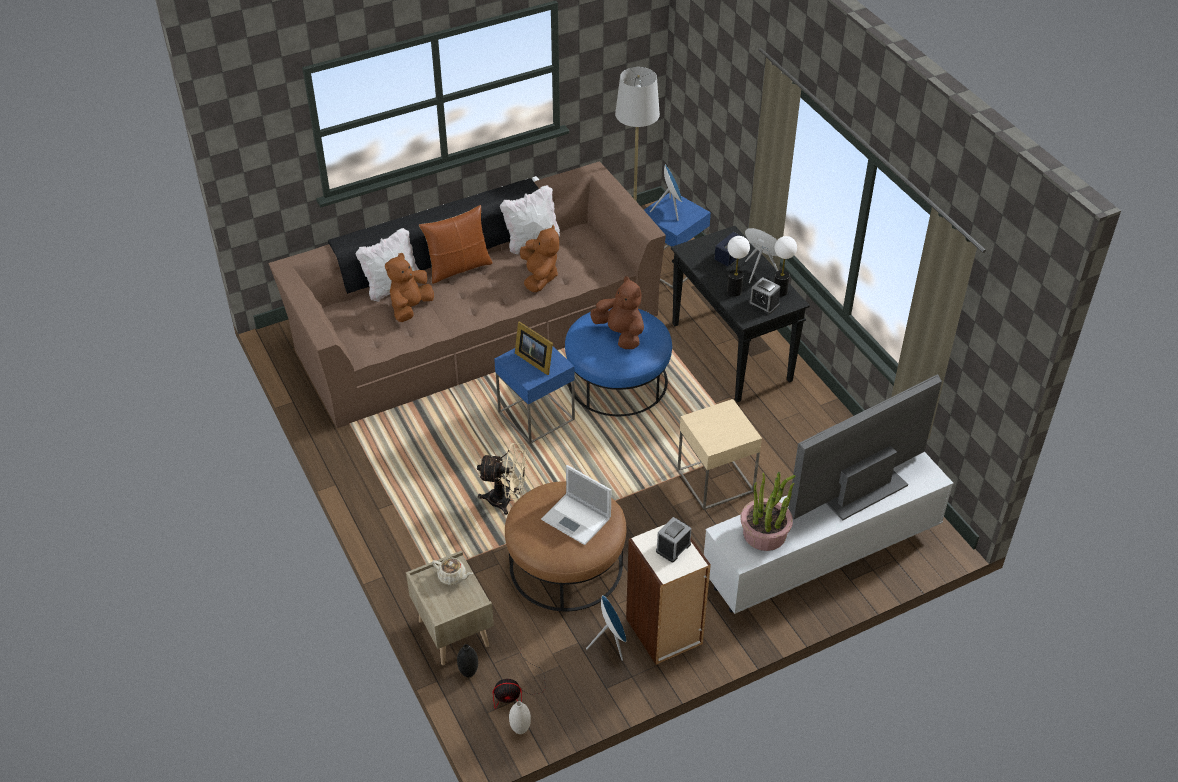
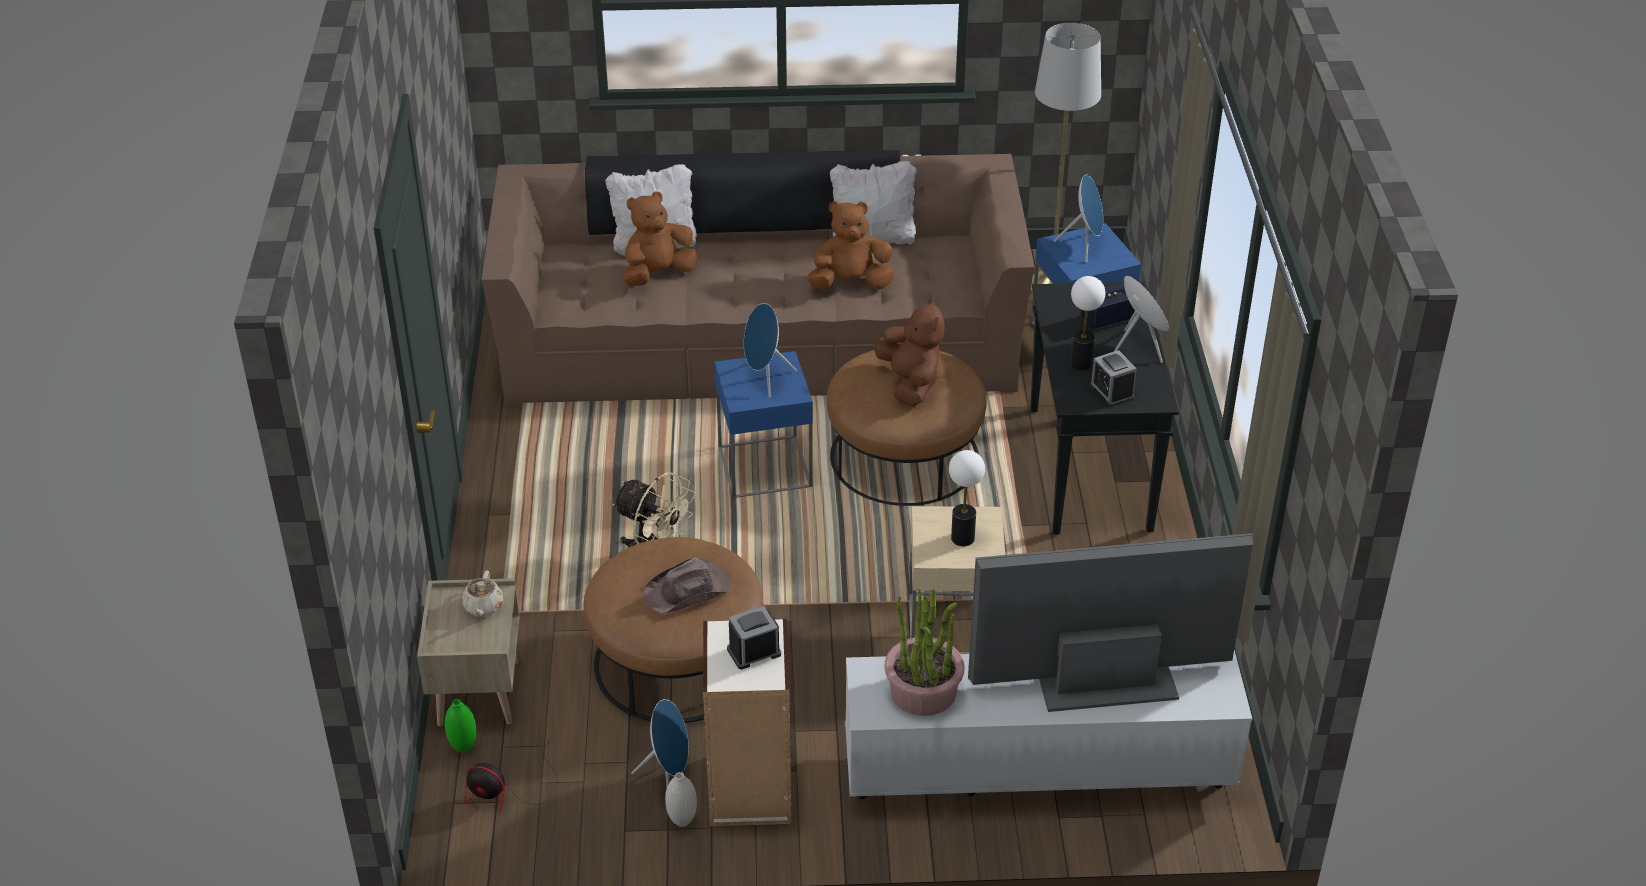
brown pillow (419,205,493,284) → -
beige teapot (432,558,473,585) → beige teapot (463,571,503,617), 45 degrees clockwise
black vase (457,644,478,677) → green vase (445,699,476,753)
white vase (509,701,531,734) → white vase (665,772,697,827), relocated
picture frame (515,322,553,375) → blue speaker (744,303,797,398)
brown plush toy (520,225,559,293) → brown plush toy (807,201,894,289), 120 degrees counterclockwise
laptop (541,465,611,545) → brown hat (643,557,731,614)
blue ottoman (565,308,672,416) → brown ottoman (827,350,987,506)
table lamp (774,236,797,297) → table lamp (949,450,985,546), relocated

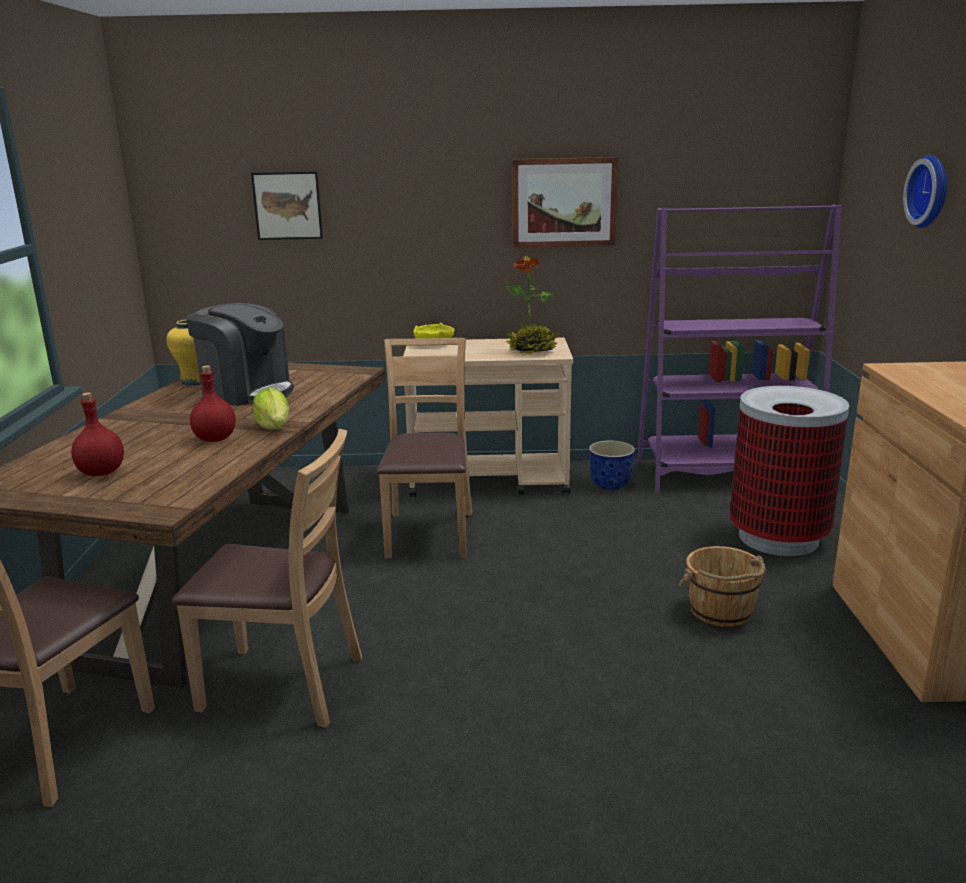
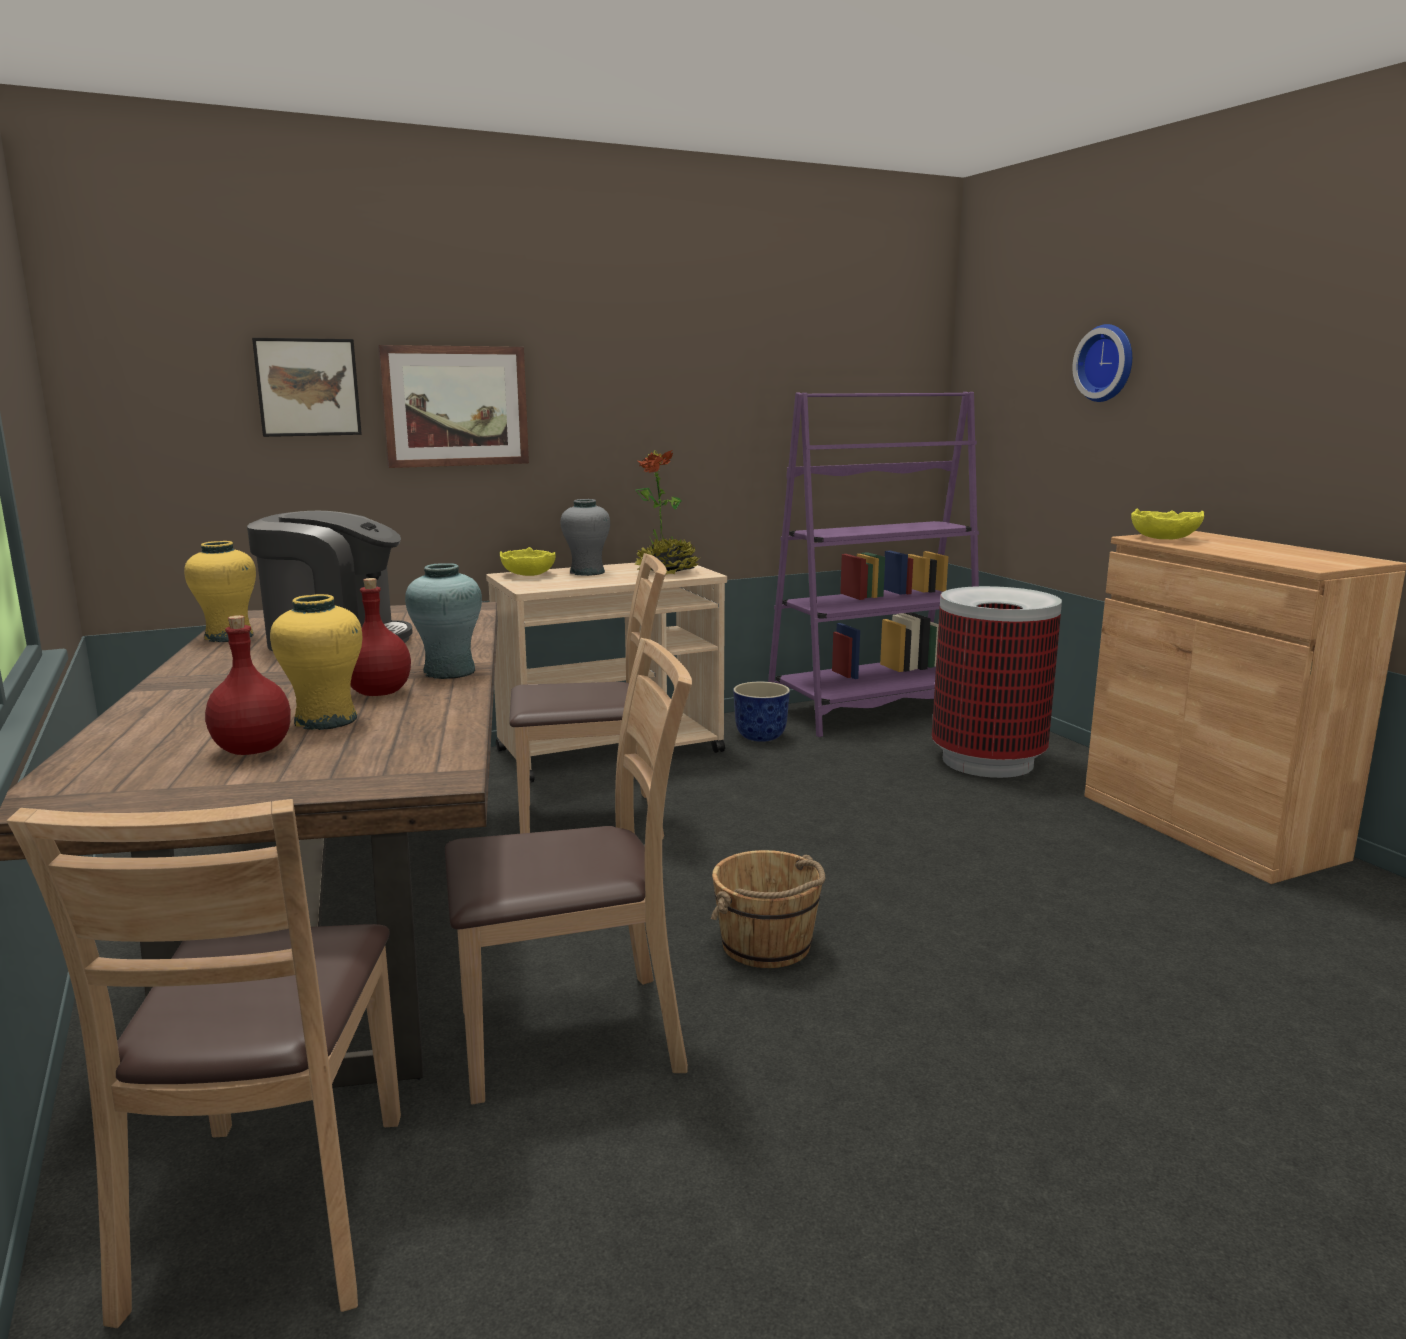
lettuce (253,388,289,430) → turquoise vase (405,563,482,679)
brown chair (377,338,472,558) → brown chair (509,553,667,840), 105 degrees clockwise
picture (512,157,618,248) → picture (378,345,529,468), relocated
brown bucket (678,546,767,627) → brown bucket (711,850,825,968), relocated
- → yellow vase (270,594,362,730)
- → grey vase (561,499,610,576)
- → yellow bowl (1131,509,1204,539)

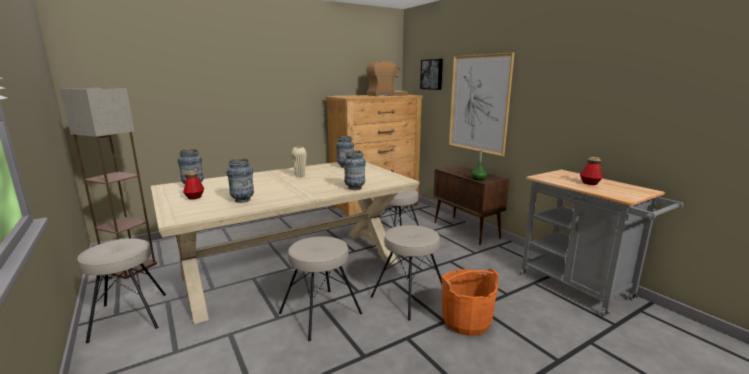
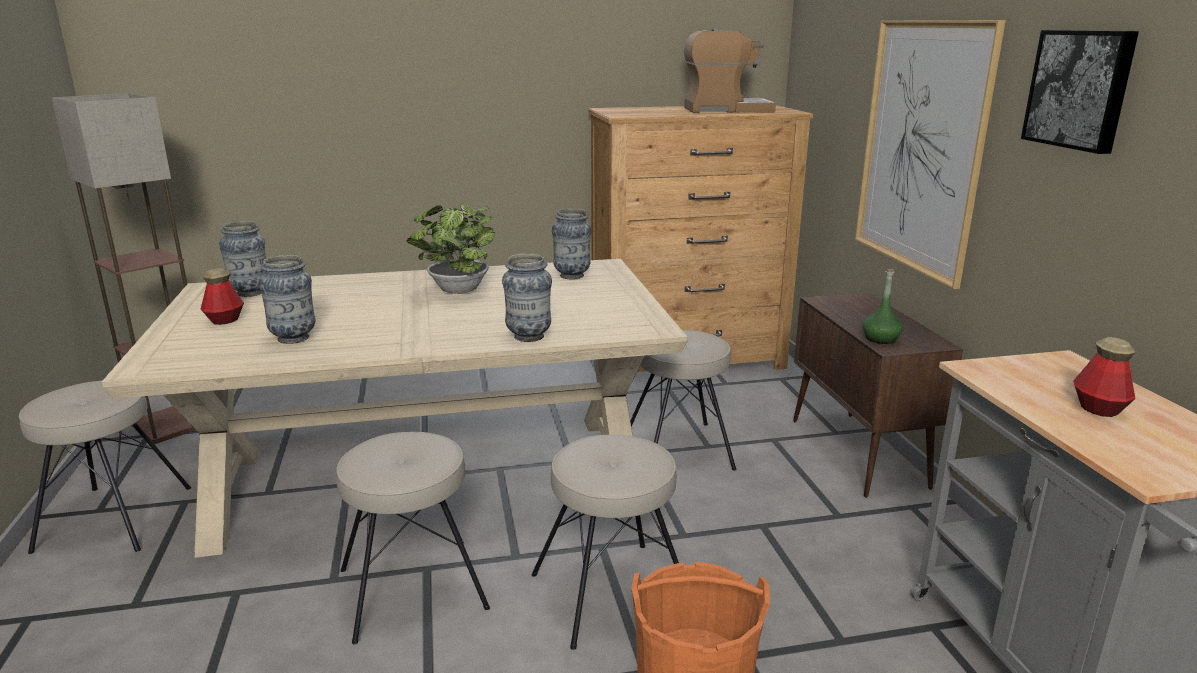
beige vase (291,147,307,178) → potted plant (407,204,495,294)
picture (420,59,443,90) → picture (1021,30,1139,154), relocated

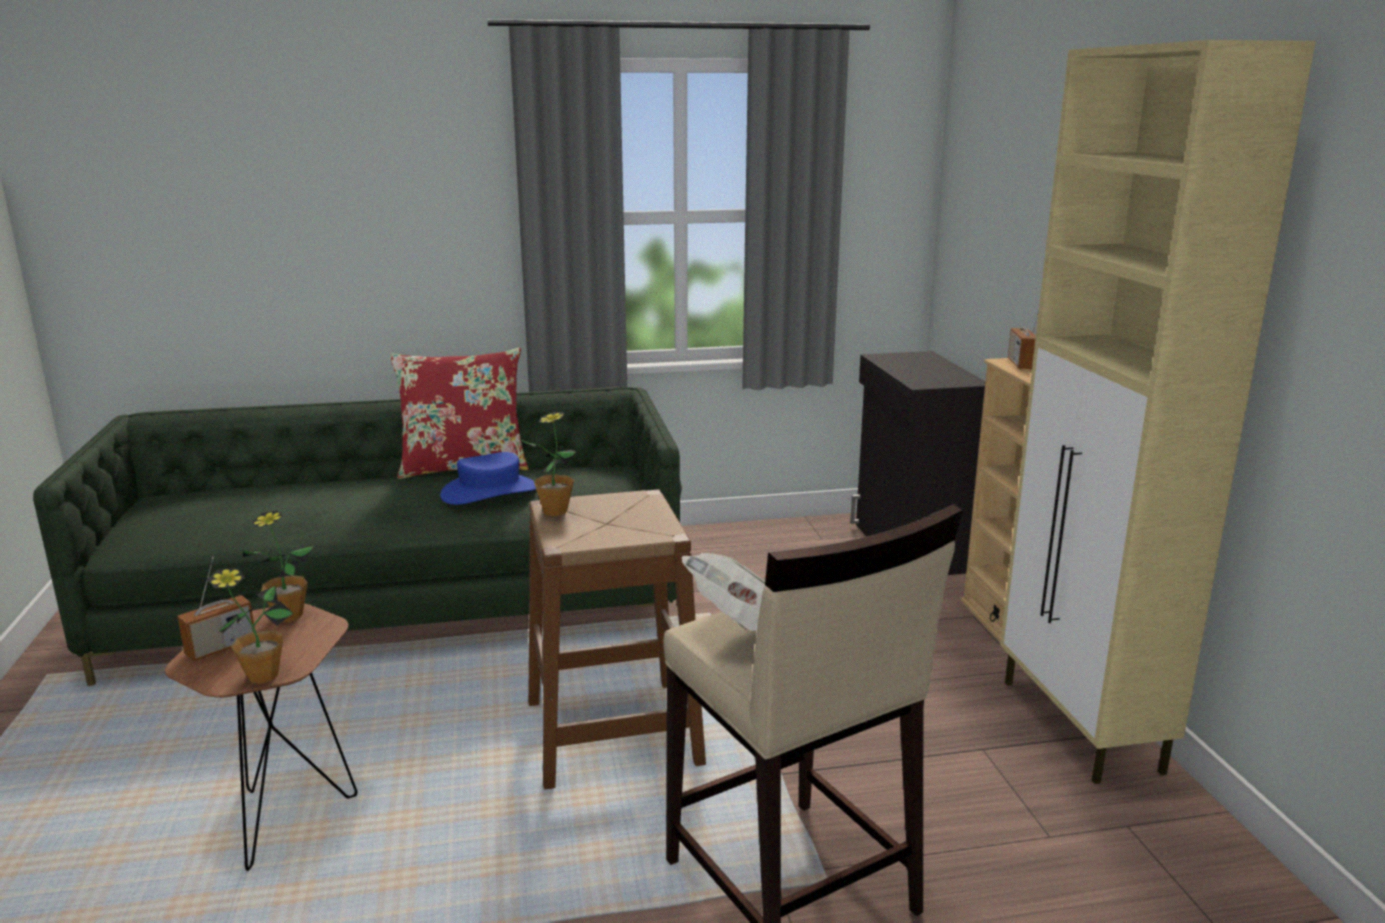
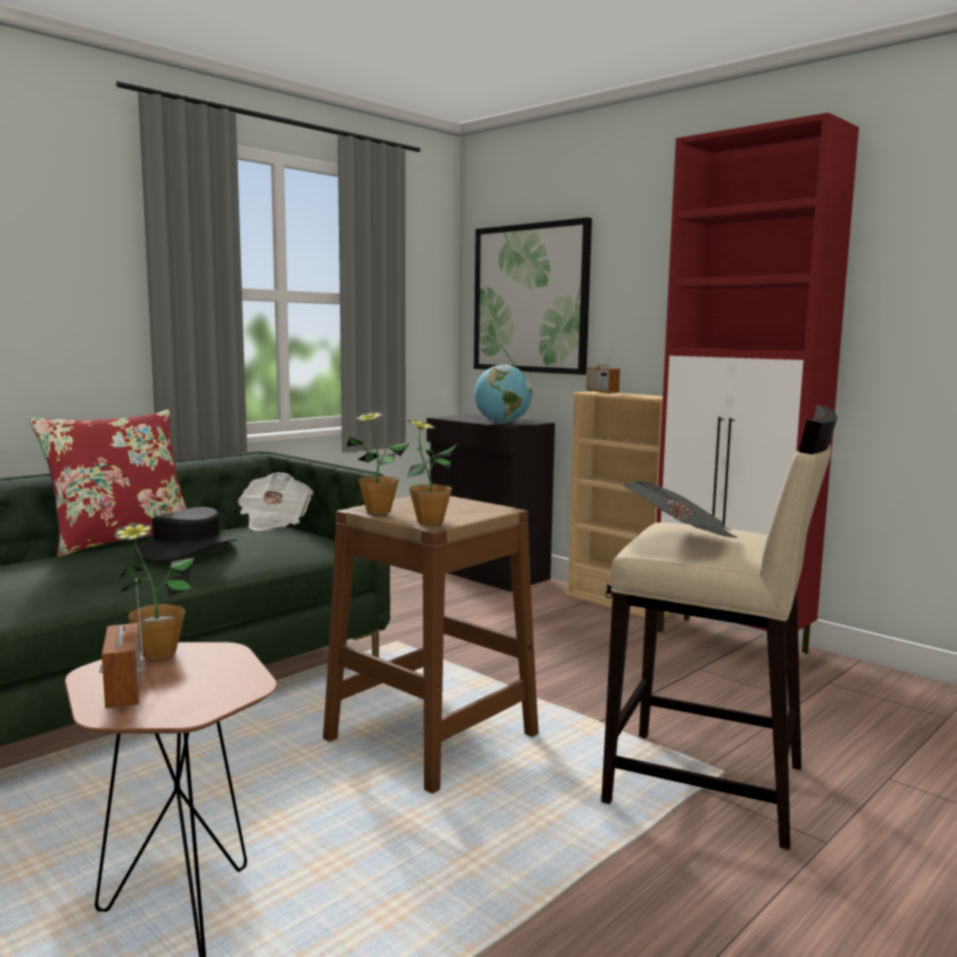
radio (177,557,255,661) → radio (99,579,143,708), 150 degrees clockwise
potted plant (207,568,294,684) → potted plant (407,420,457,525), relocated
blue hat (440,452,536,505) → black hat (135,507,237,562)
beige cabinet (1000,40,1316,784) → red cabinet (656,112,859,653)
- → newspaper (238,473,314,531)
- → picture (474,217,592,375)
- → globe (474,365,532,424)

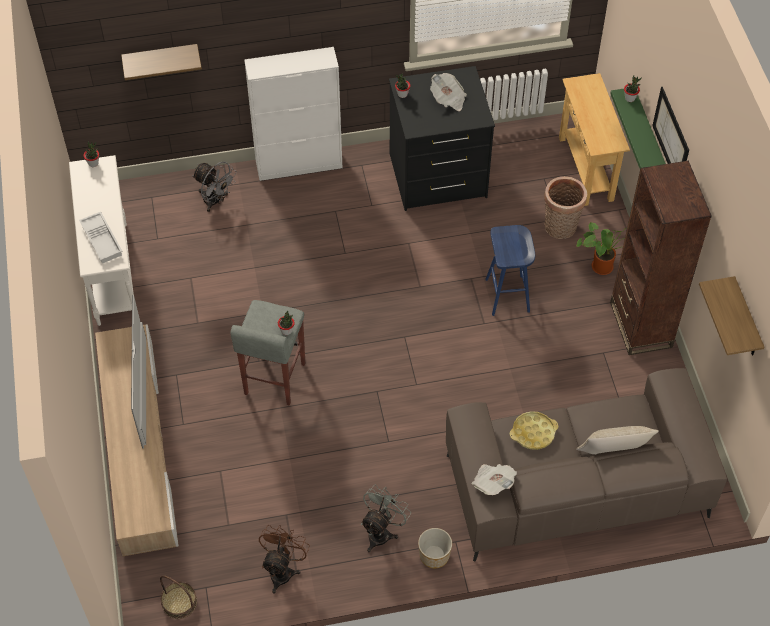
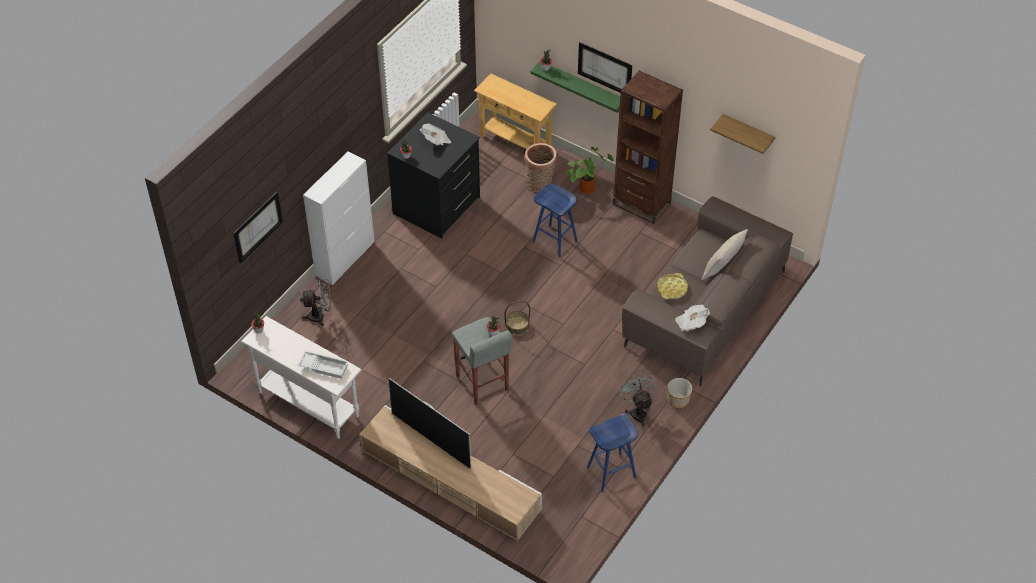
shelf (121,44,202,80) → picture (233,192,283,264)
basket (160,575,197,619) → basket (504,301,530,335), relocated
brown fan (259,525,310,594) → blue stool (587,413,638,492)

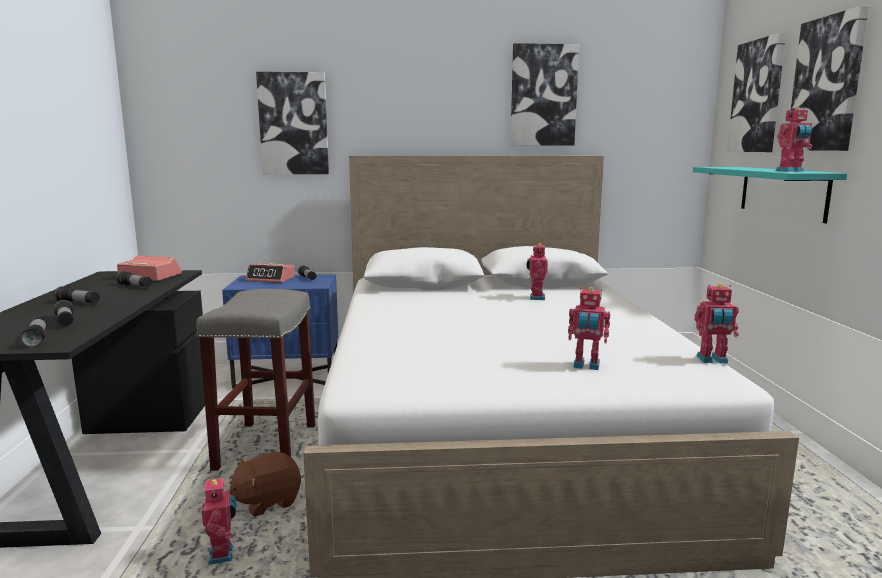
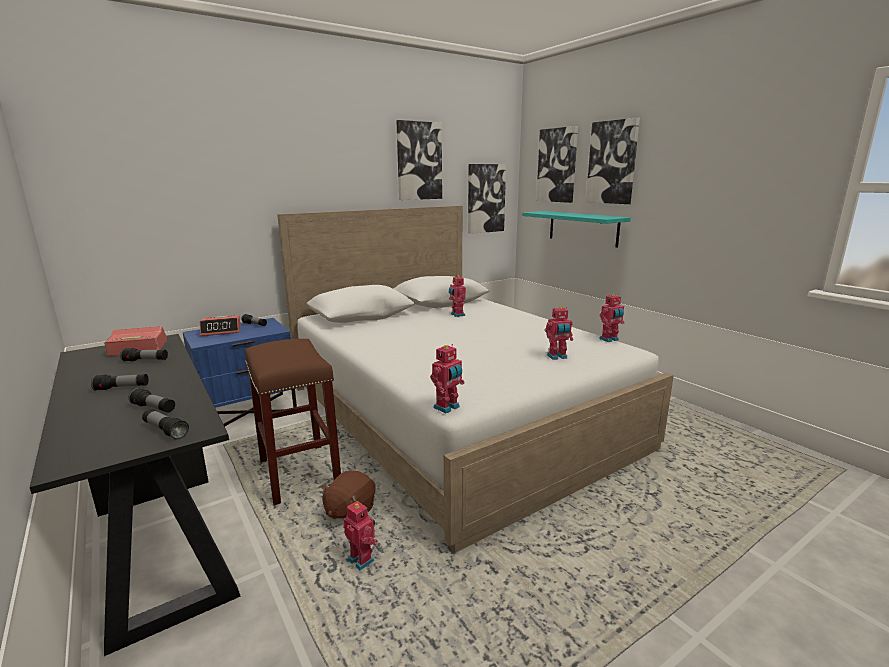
grey stool (196,289,315,471) → brown stool (245,339,341,505)
picture (256,72,329,174) → picture (468,164,506,234), relocated
toy robot (776,107,812,172) → toy robot (430,344,465,413), relocated

